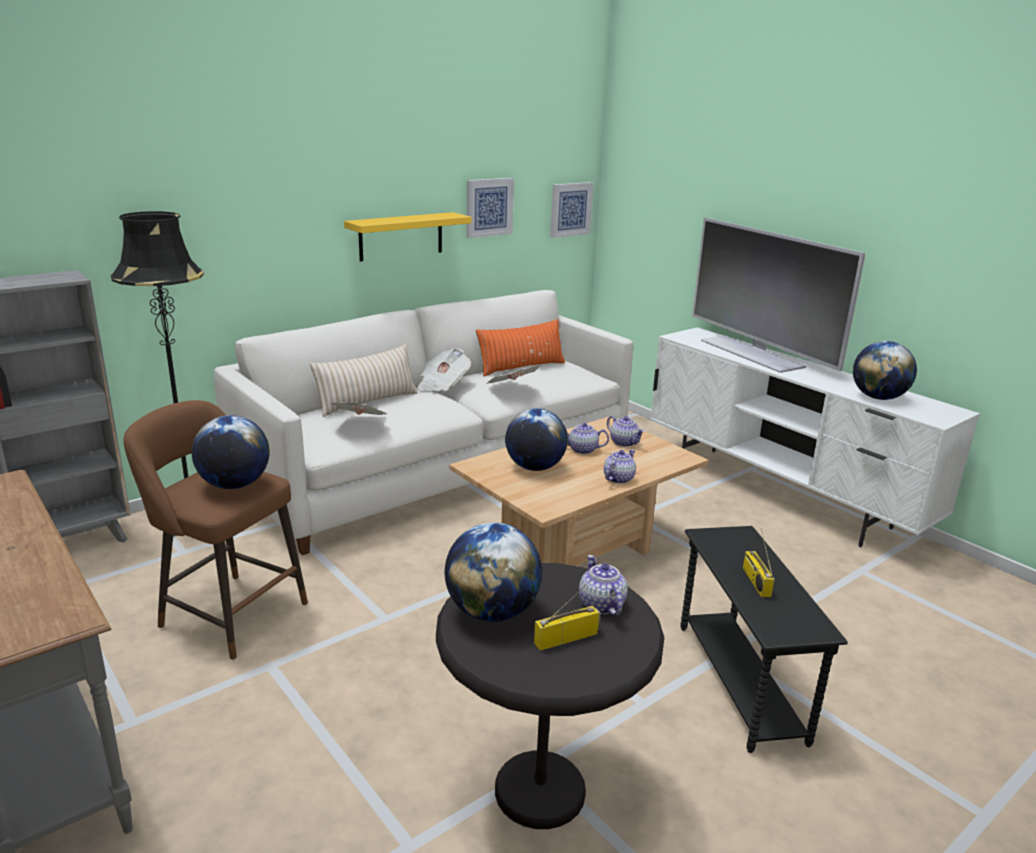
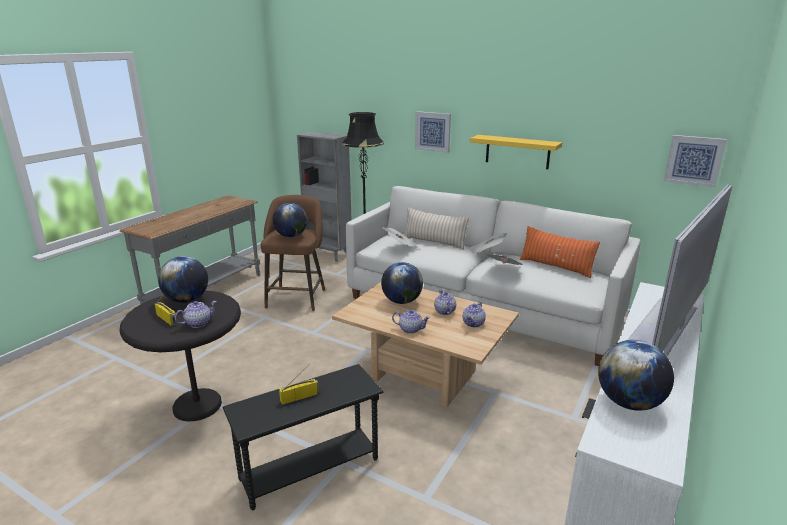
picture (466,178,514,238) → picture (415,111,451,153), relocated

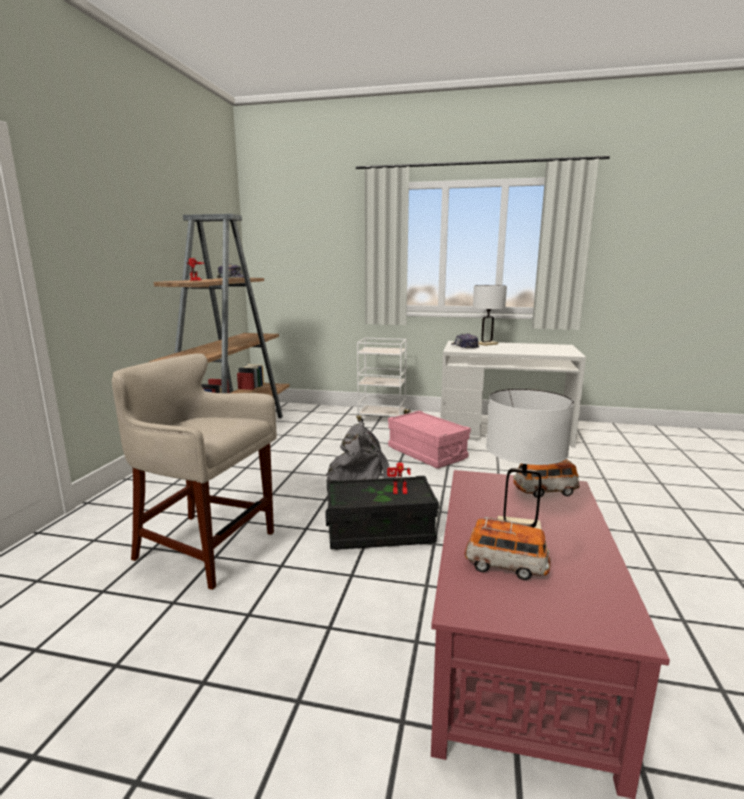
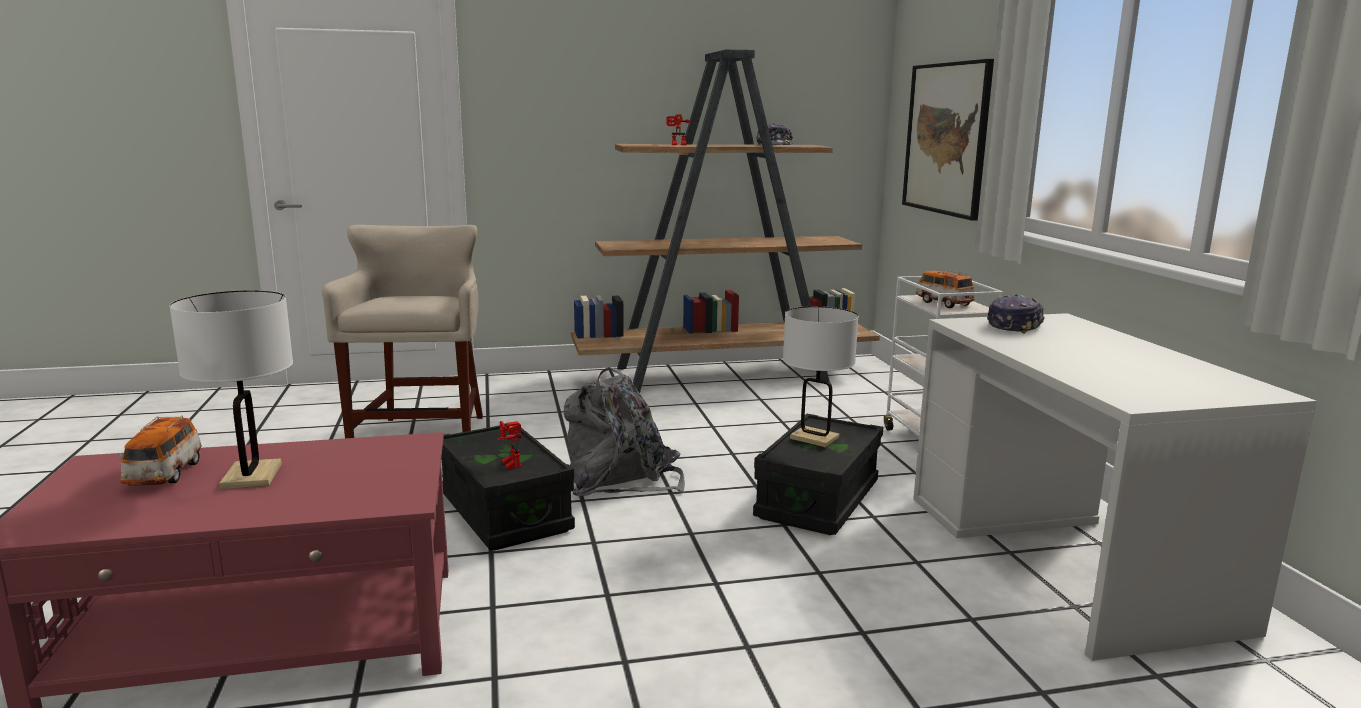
pink storage box (388,411,471,468) → black storage box (753,413,883,535)
white table lamp (473,285,507,346) → white table lamp (783,306,858,447), relocated
toy car (513,459,580,498) → toy car (916,271,975,308), relocated
- → picture (902,59,994,221)

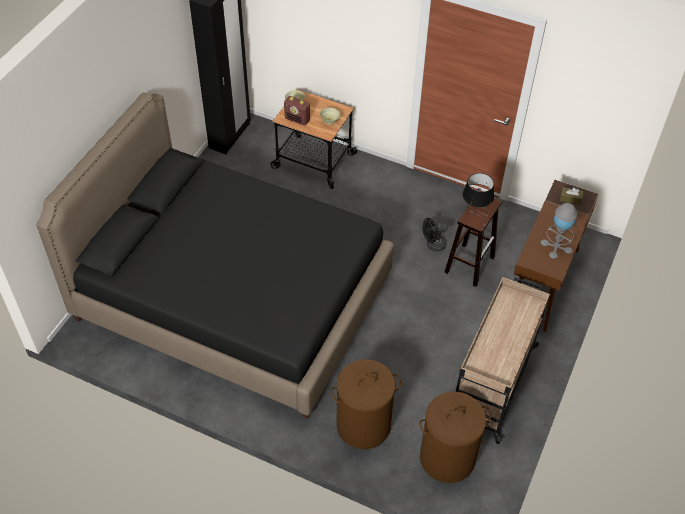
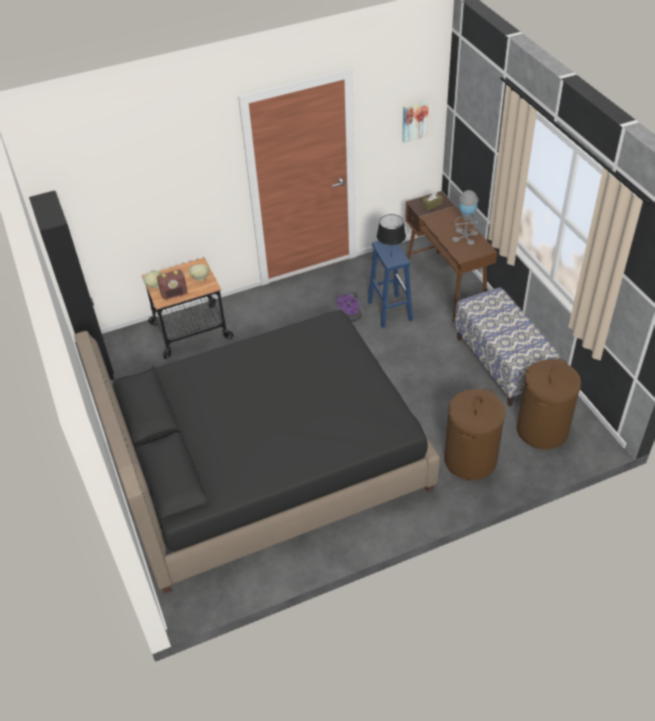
black fan (422,218,447,252) → purple fan (337,292,362,322)
brown stool (444,198,501,287) → blue stool (368,241,413,328)
beige cart (456,277,550,444) → bench (454,287,560,406)
- → picture (402,100,429,143)

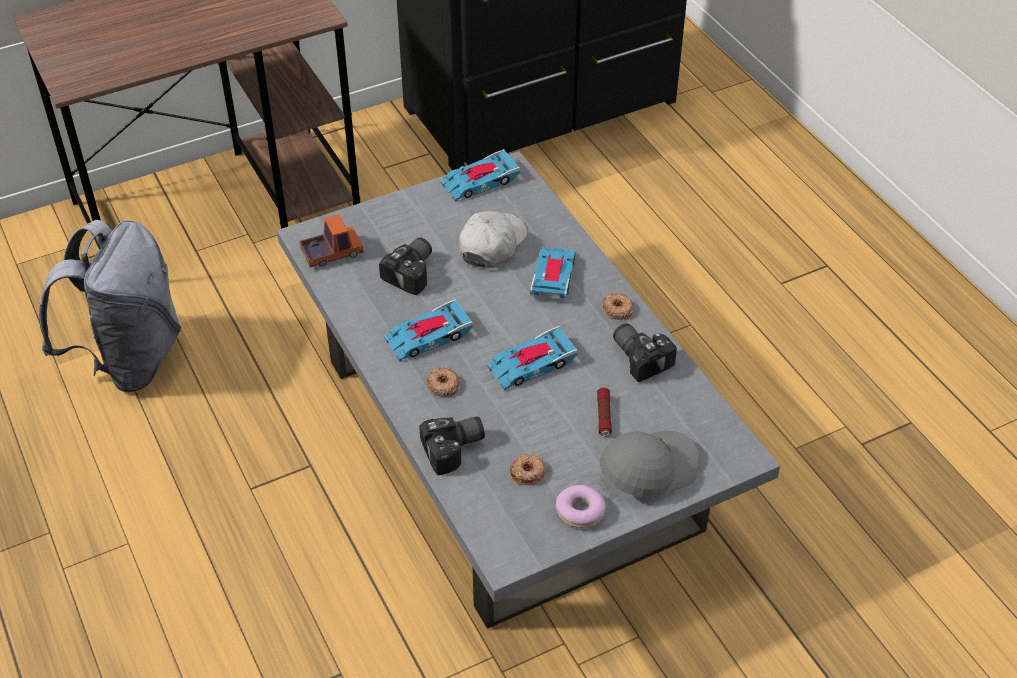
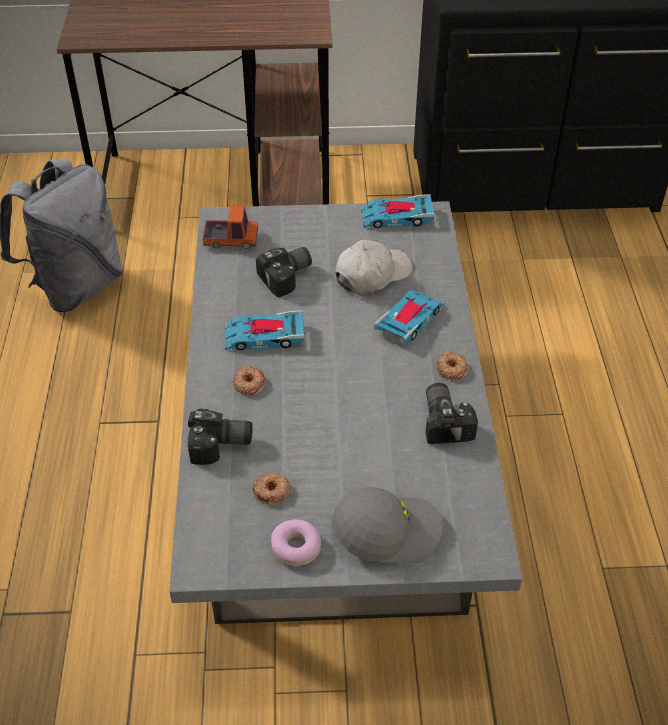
toy car (487,326,577,391) → -
flashlight (597,388,612,436) → -

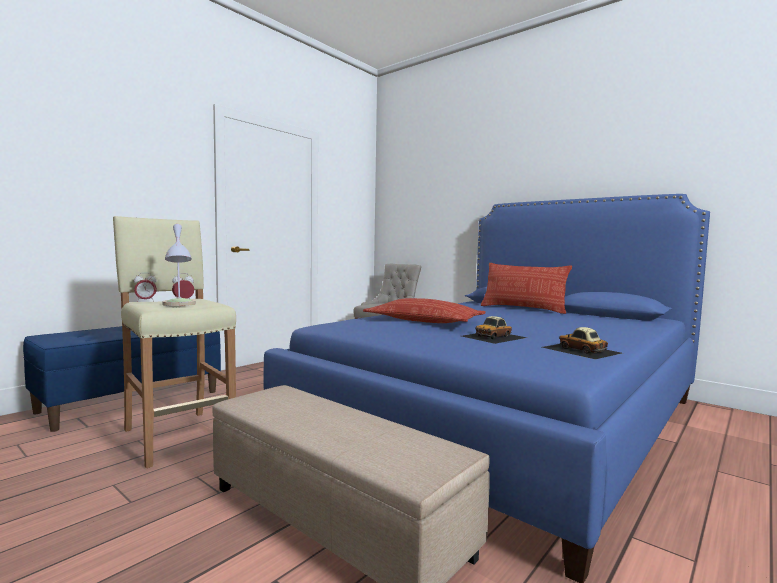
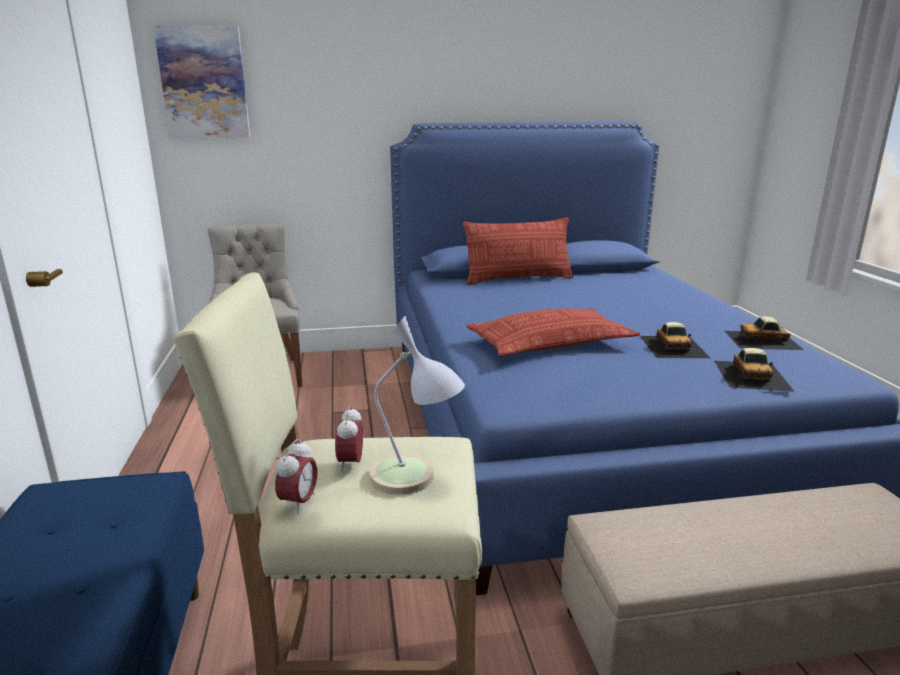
- → picture (153,25,250,138)
- → toy car (714,348,795,392)

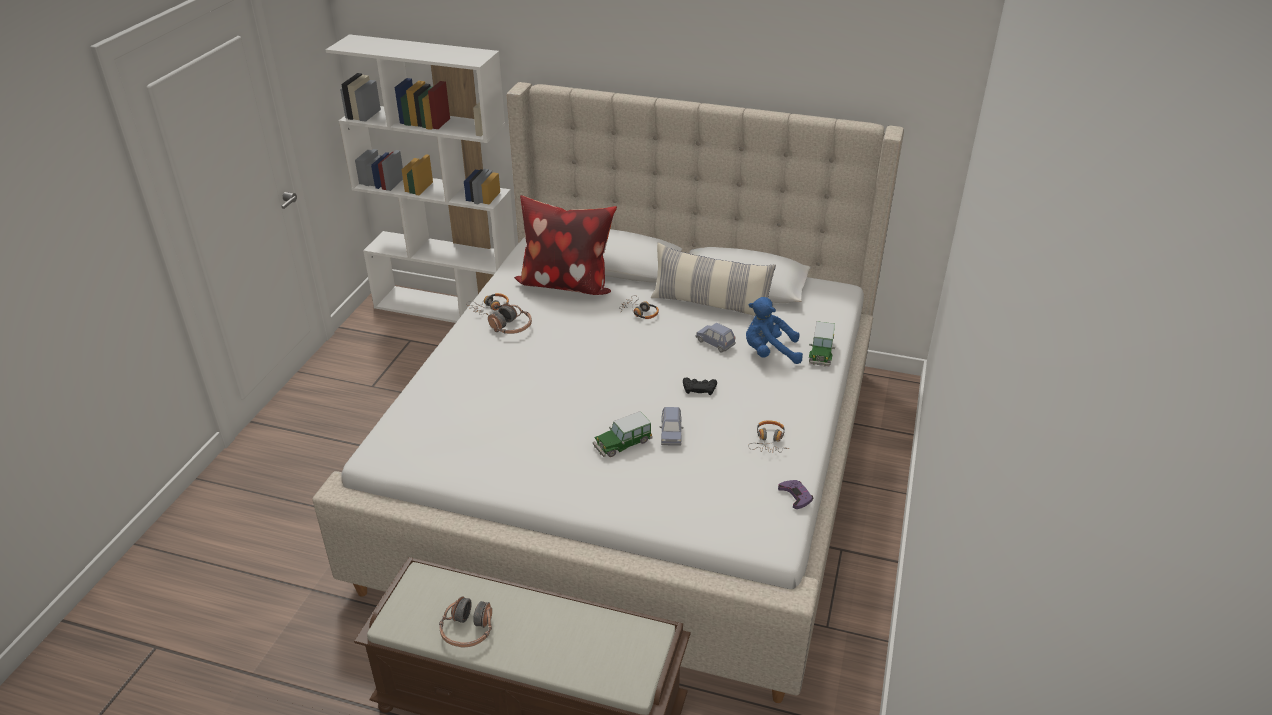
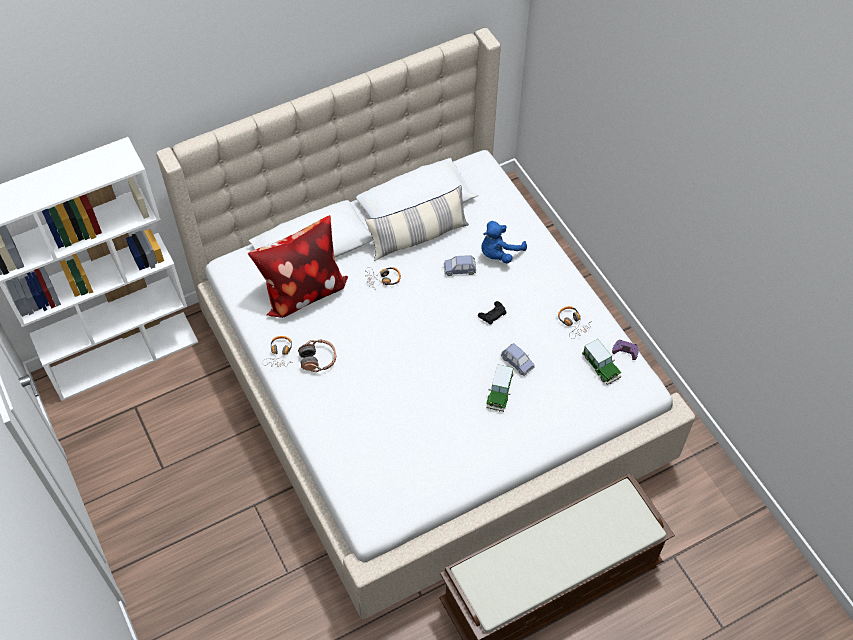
headphones (439,596,492,647) → -
toy car (809,321,835,367) → toy car (582,339,621,385), relocated

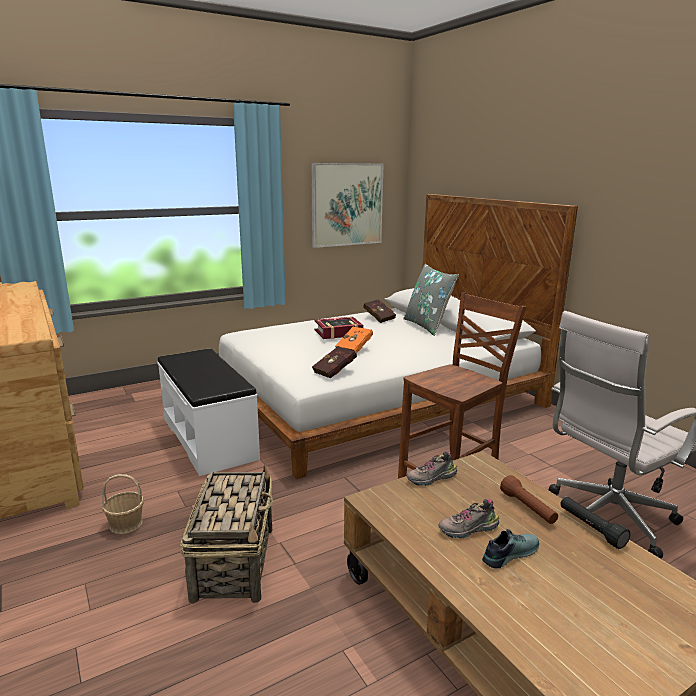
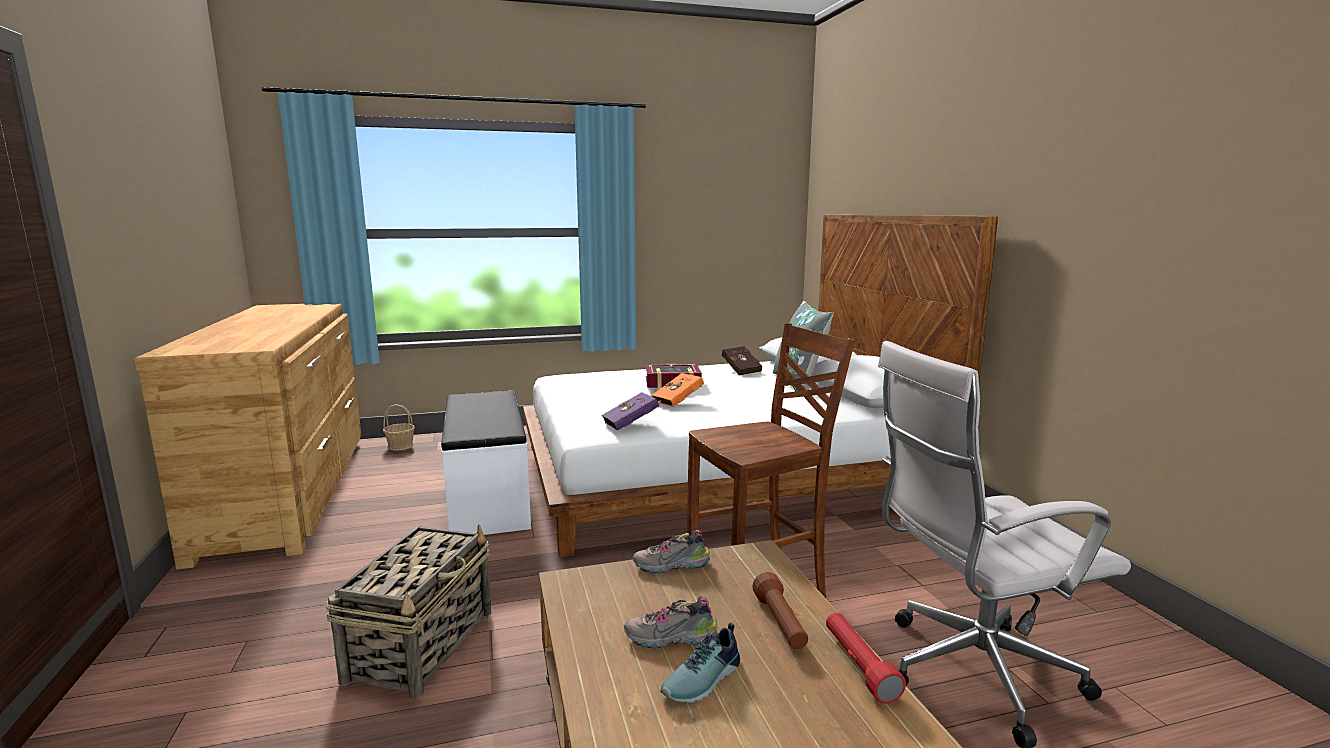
basket (102,474,144,534) → basket (383,404,415,451), relocated
picture (311,163,384,248) → -
red book (312,346,357,378) → purple book (602,392,662,431)
shoe (482,529,539,569) → shoe (660,623,740,703), 150 degrees clockwise
black flashlight (560,496,630,549) → red flashlight (826,613,906,704)

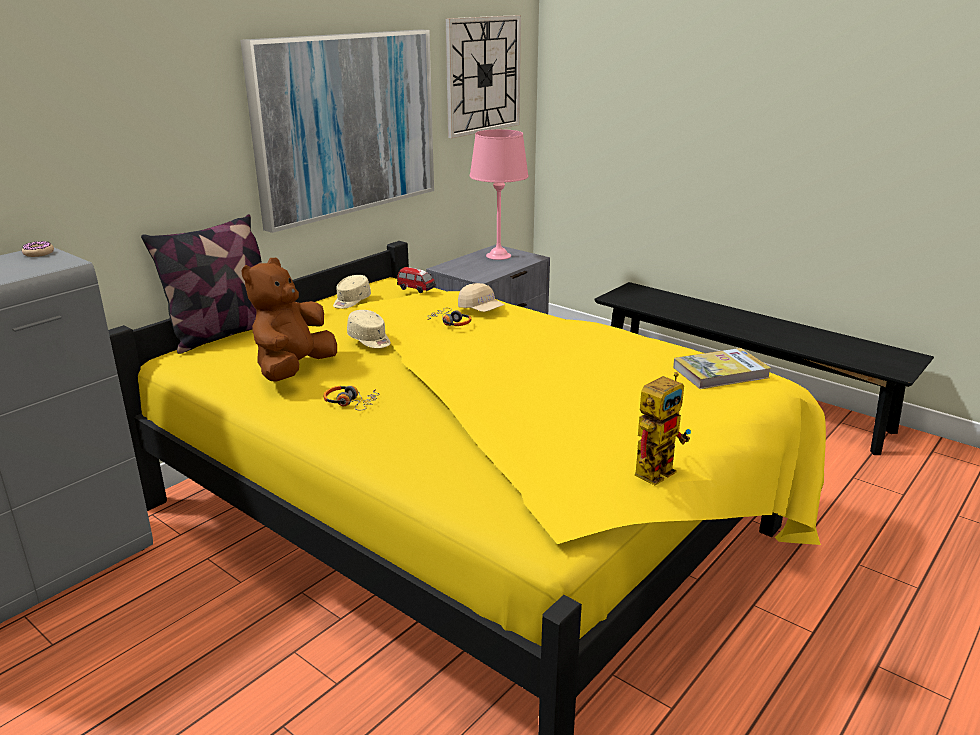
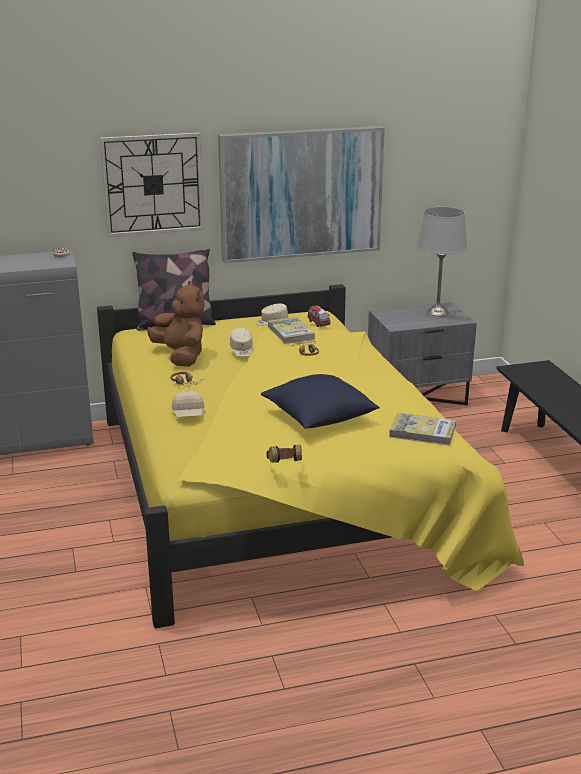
brown plush toy (241,258,337,382) → brown plush toy (147,281,205,367), 90 degrees clockwise
wall clock (446,15,521,138) → wall clock (100,133,204,237), relocated
beige cap (458,283,505,312) → beige cap (171,390,204,417), relocated
pink table lamp (470,129,529,260) → grey table lamp (417,207,467,316)
toy robot (635,372,691,485) → headphones (266,444,302,463)
- → blue pillow (261,374,380,429)
- → book (268,317,315,344)

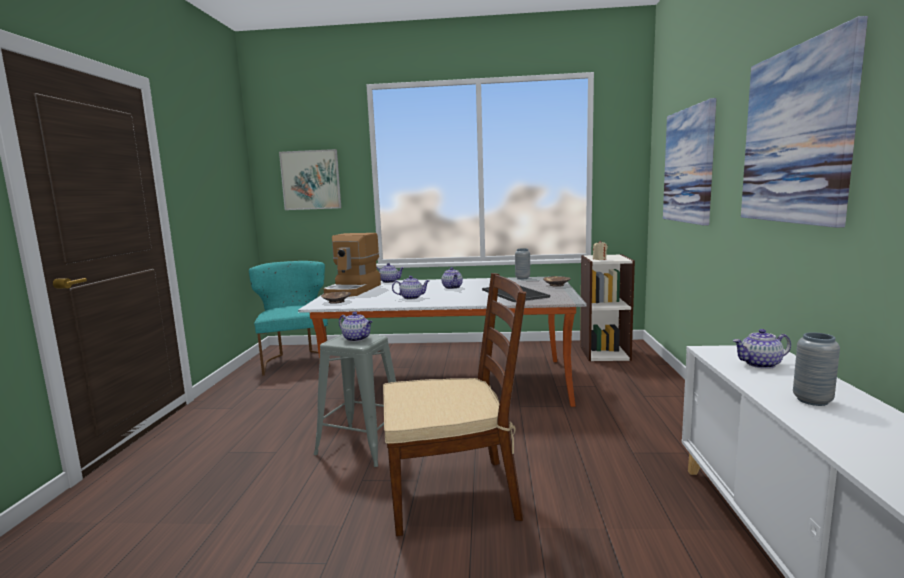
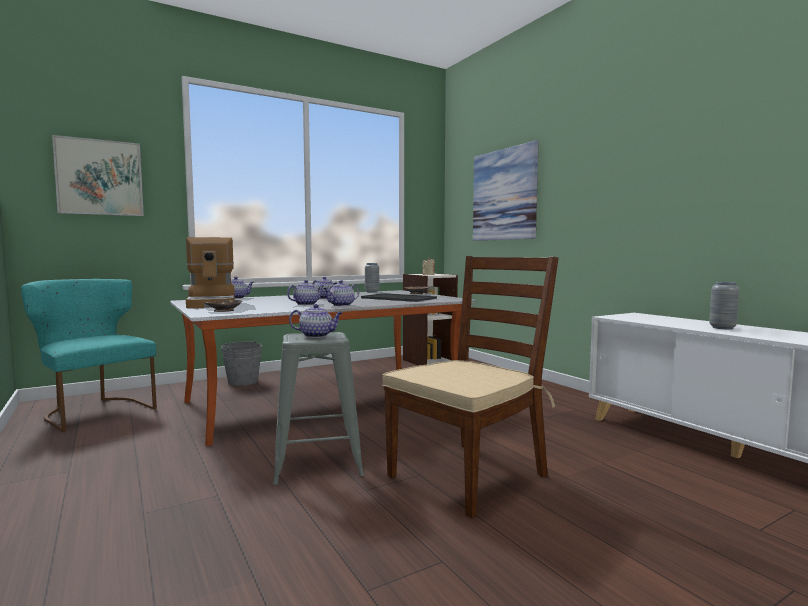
teapot (733,329,791,369) → teapot (323,280,359,306), relocated
picture (741,16,868,228) → -
- → grey bucket (221,341,262,386)

